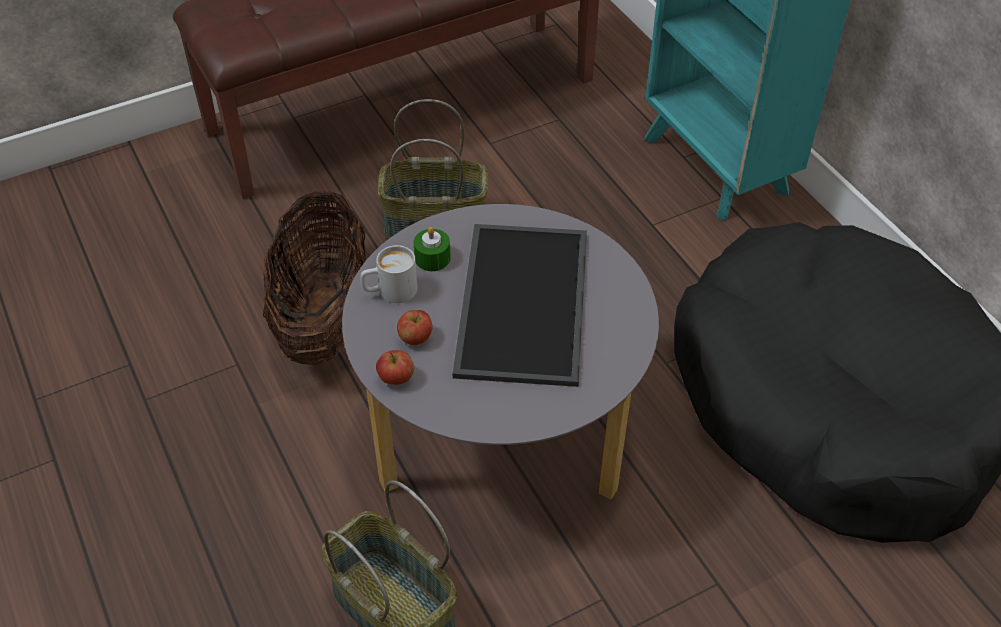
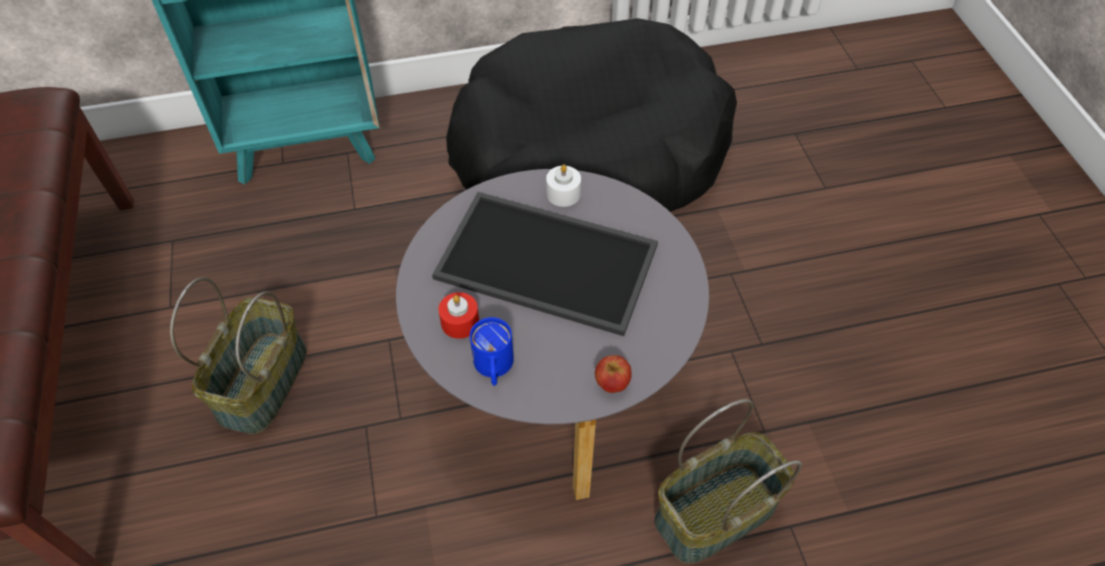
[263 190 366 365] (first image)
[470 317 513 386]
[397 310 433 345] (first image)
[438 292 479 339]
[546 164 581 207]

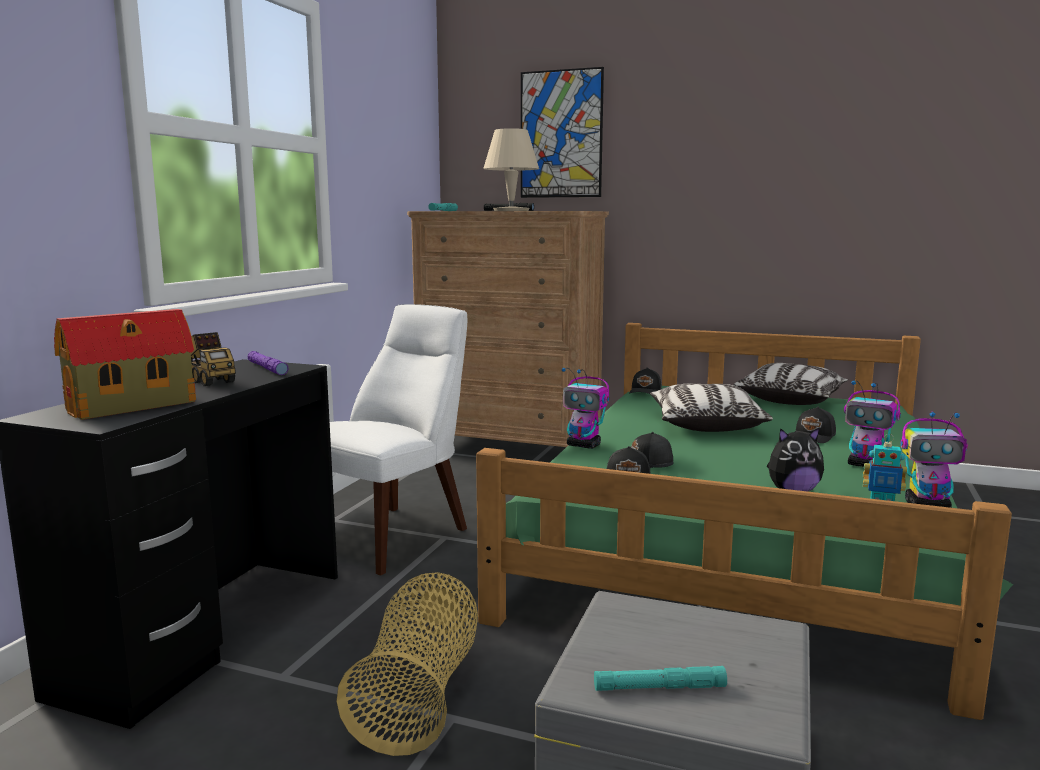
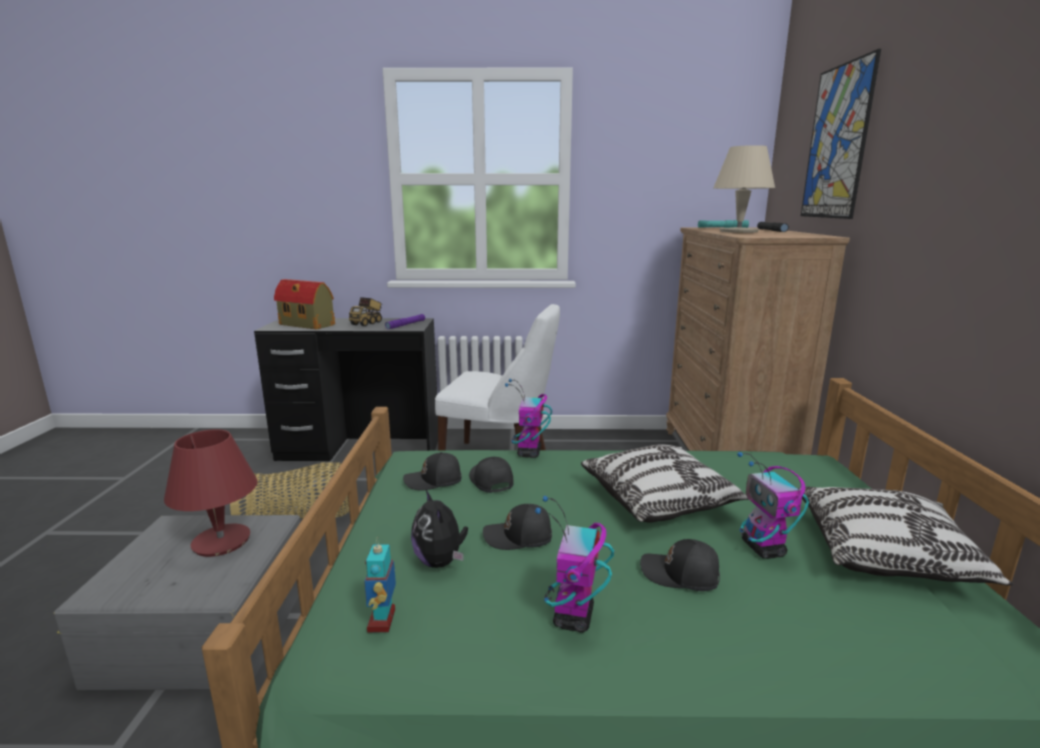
[594 666 727 691] (first image)
[483 504 552 550]
[737 452 809 559]
[164 429 257 557]

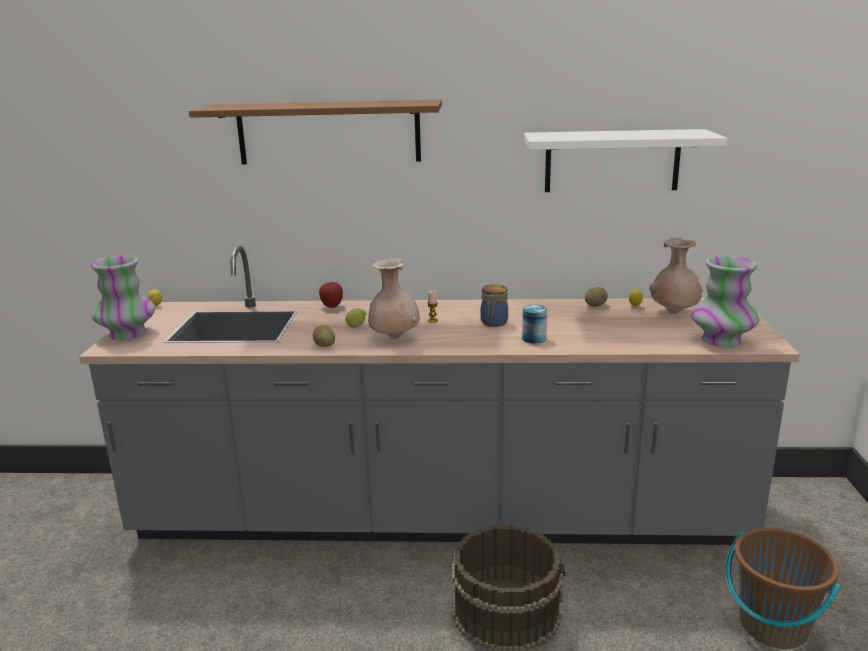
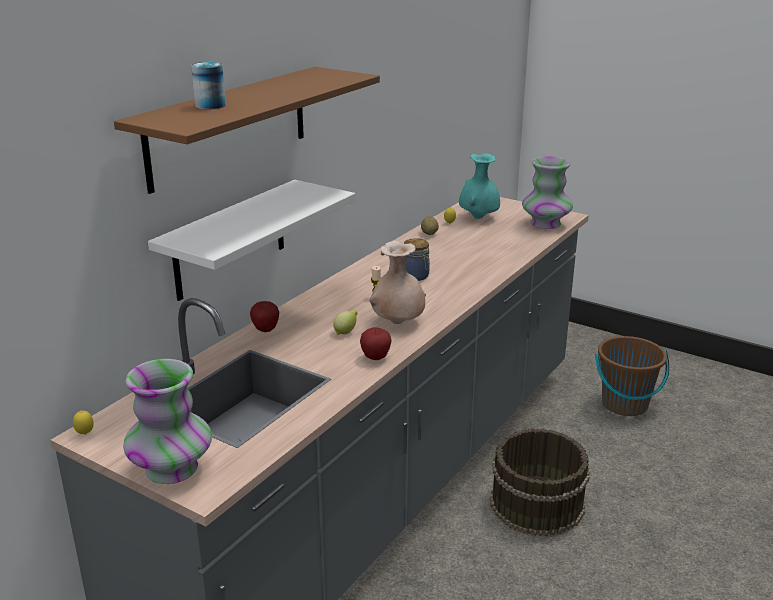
[360 327 391 360]
[191 62 226 109]
[148 180 356 301]
[459 154 500 219]

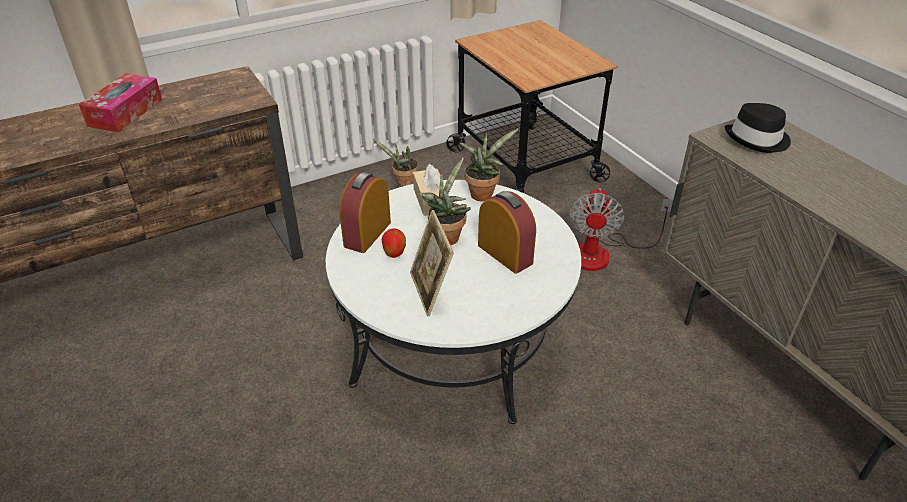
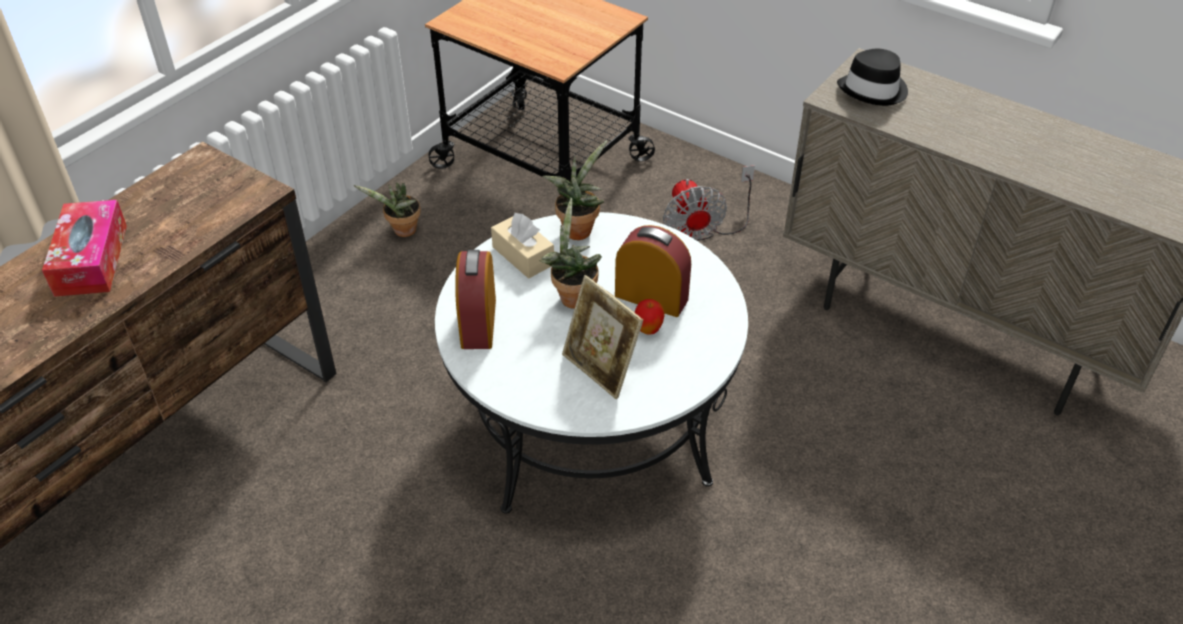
[635 299 665 335]

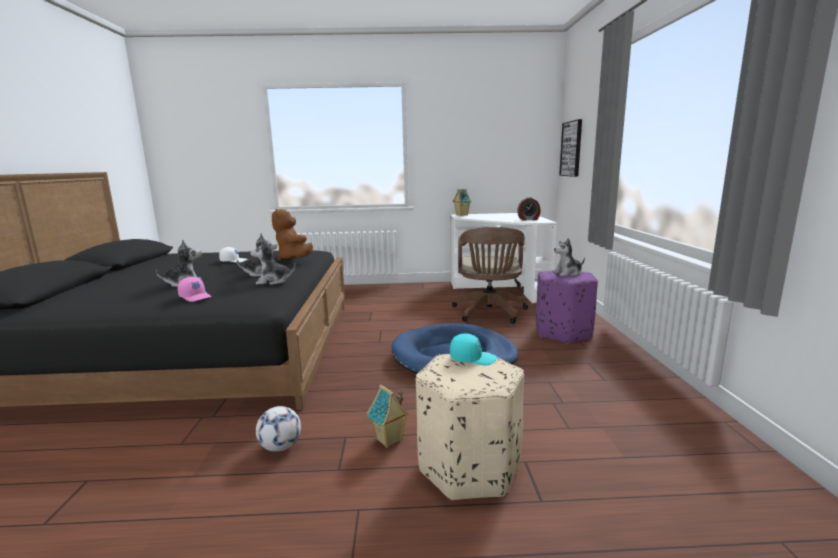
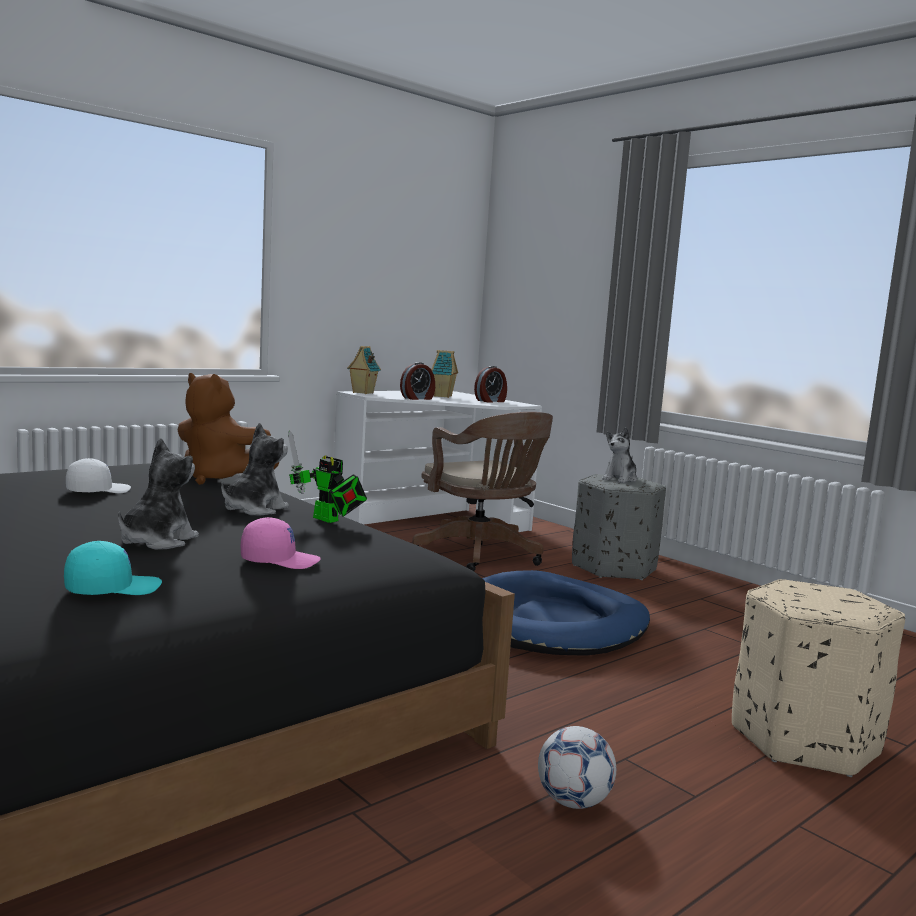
[288 430 367 523]
[431 350 458 398]
[64 541 162 595]
[572 474 666 580]
[559 119 582 177] (first image)
[400 362 435 400]

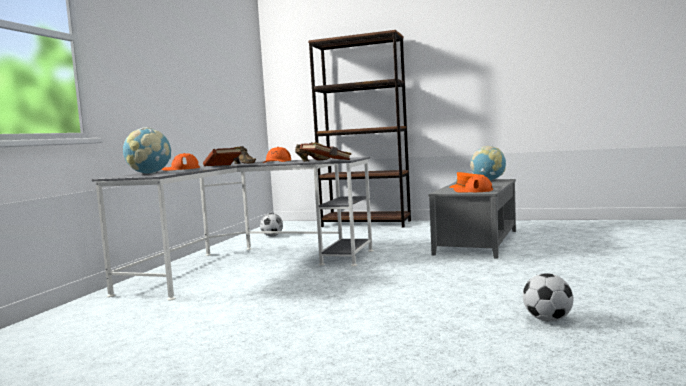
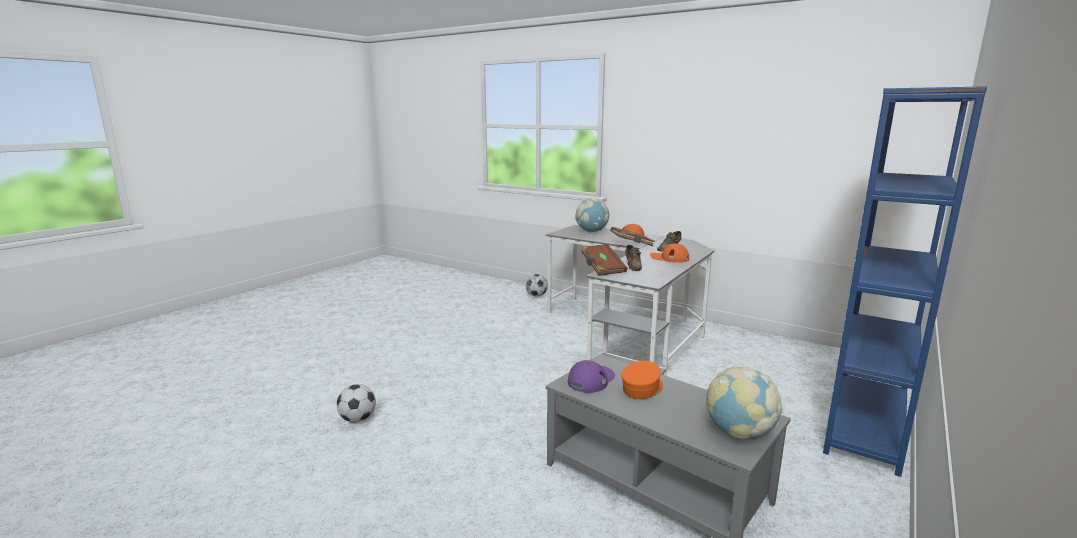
[526 274 548 297]
[823 86 987 477]
[568 360 615 393]

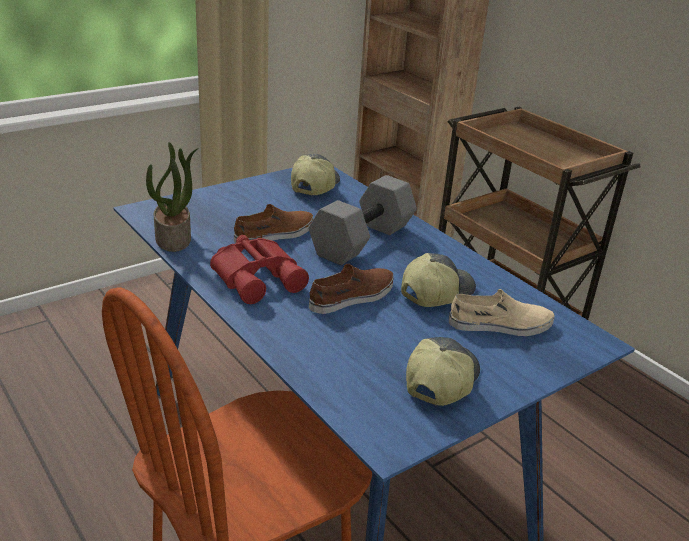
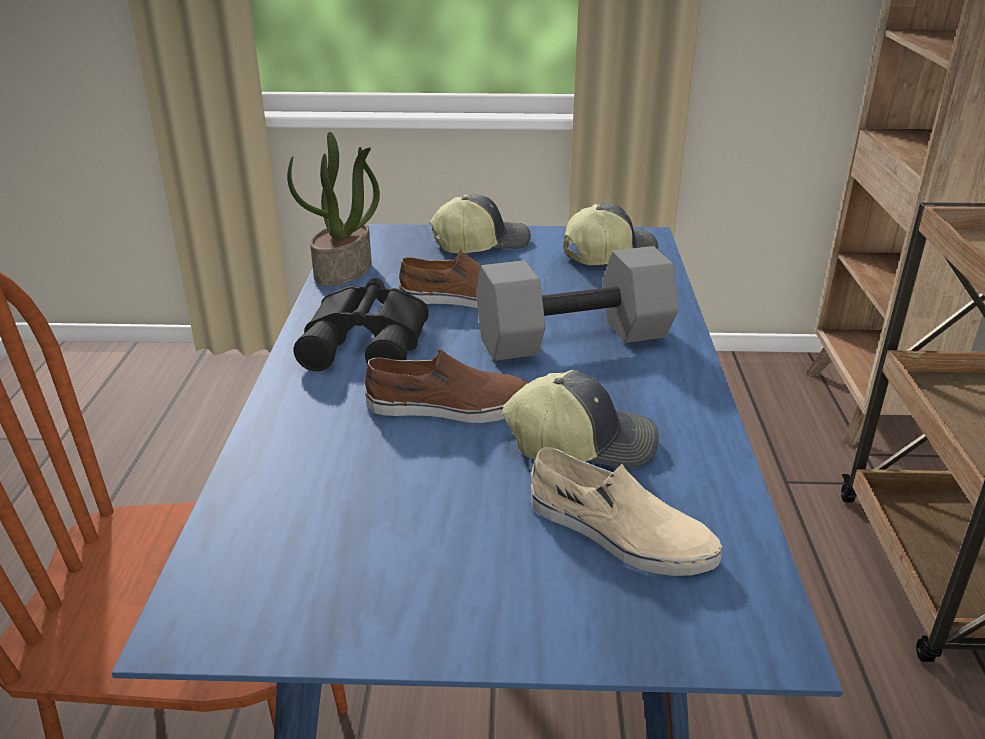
[294 278 429 371]
[430 194 531 253]

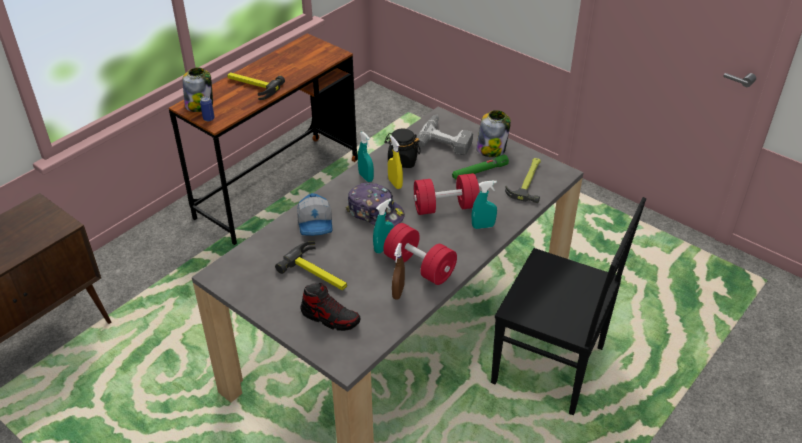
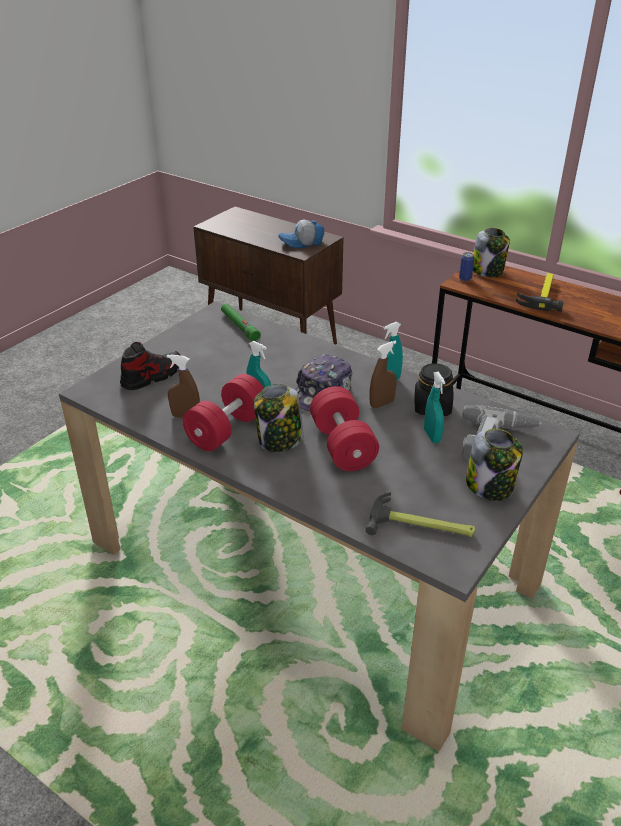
[275 241 347 290] (first image)
[278 219 324 249]
[120 342 180 390]
[370 341 397 408]
[221 304 261 342]
[424 372 446 443]
[491 197 646 415] (first image)
[254 384 303 452]

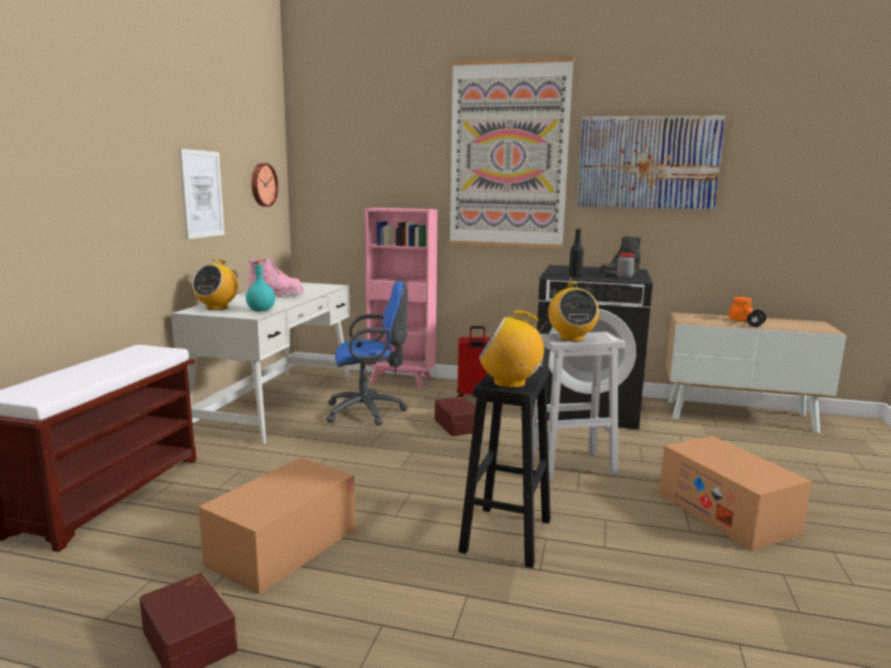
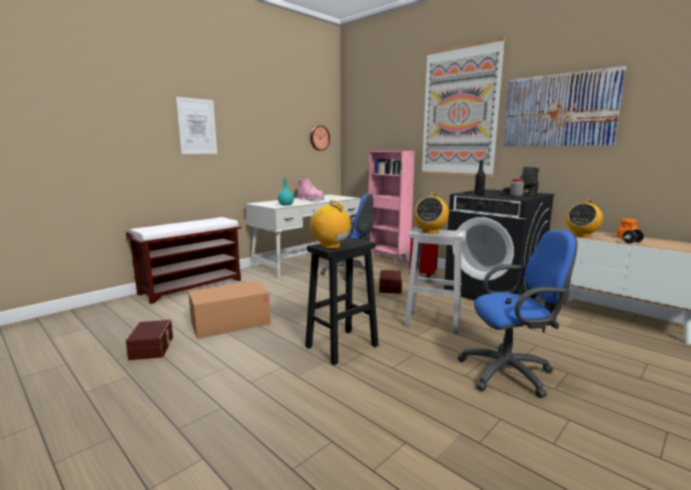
[176 97 217 154]
[566 199 603 237]
[458 230 578 398]

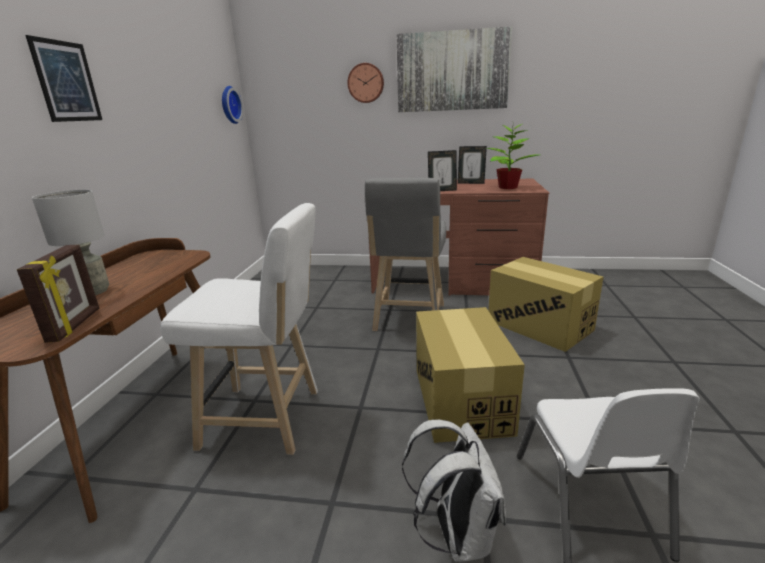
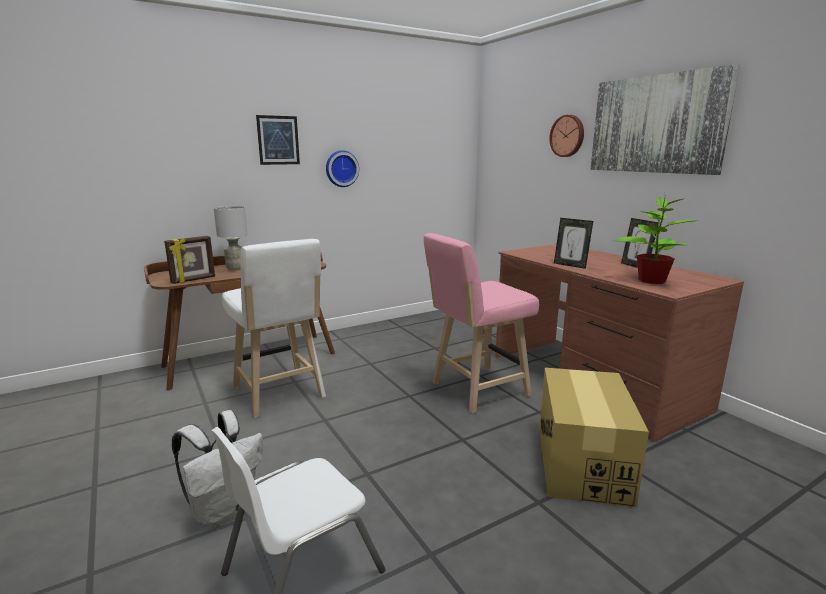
[326 150 359 187]
[424 233 539 414]
[416 307 525 443] (first image)

